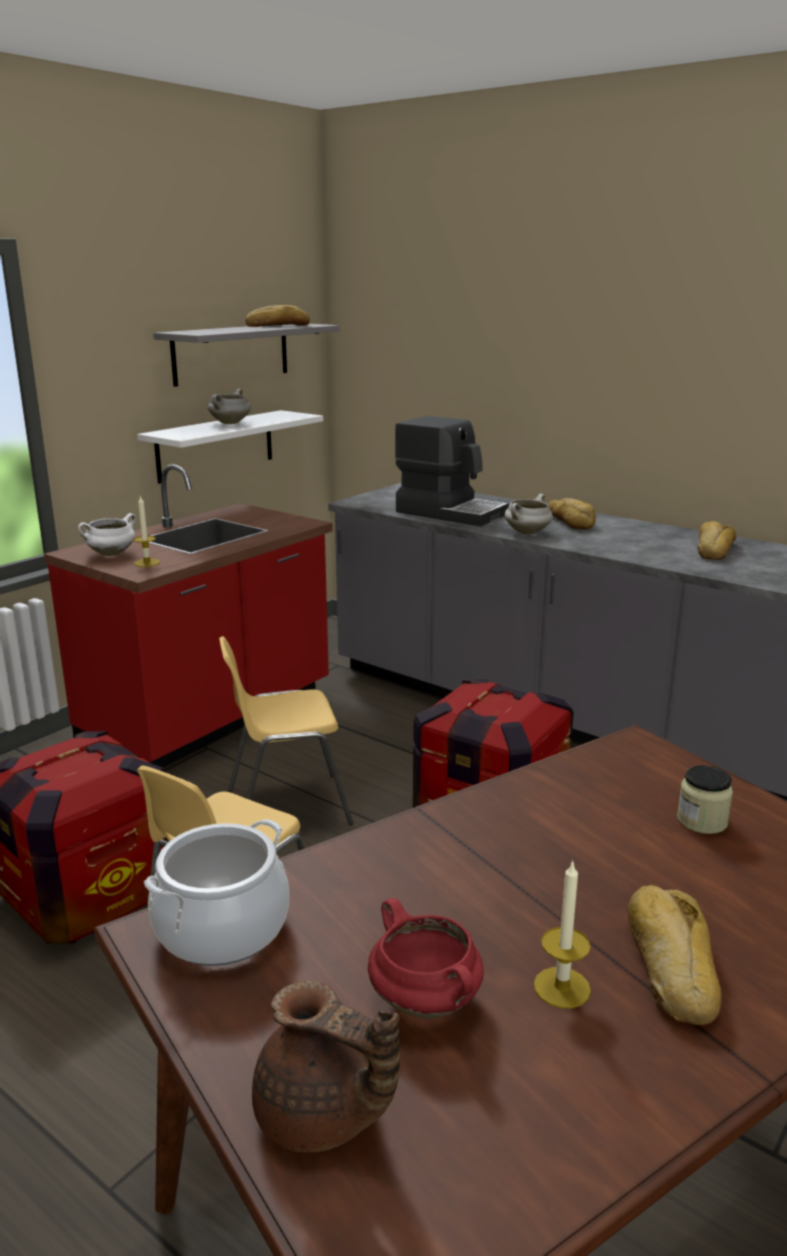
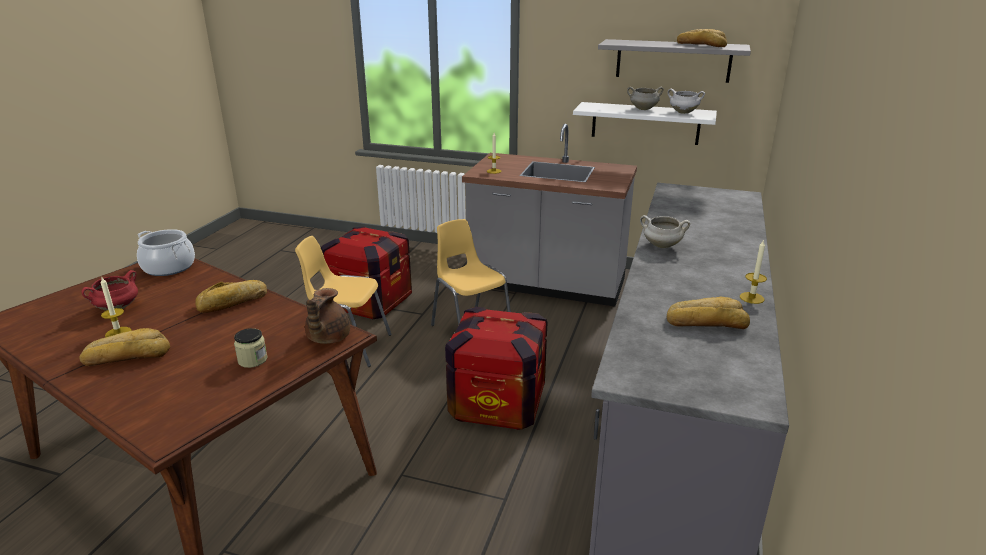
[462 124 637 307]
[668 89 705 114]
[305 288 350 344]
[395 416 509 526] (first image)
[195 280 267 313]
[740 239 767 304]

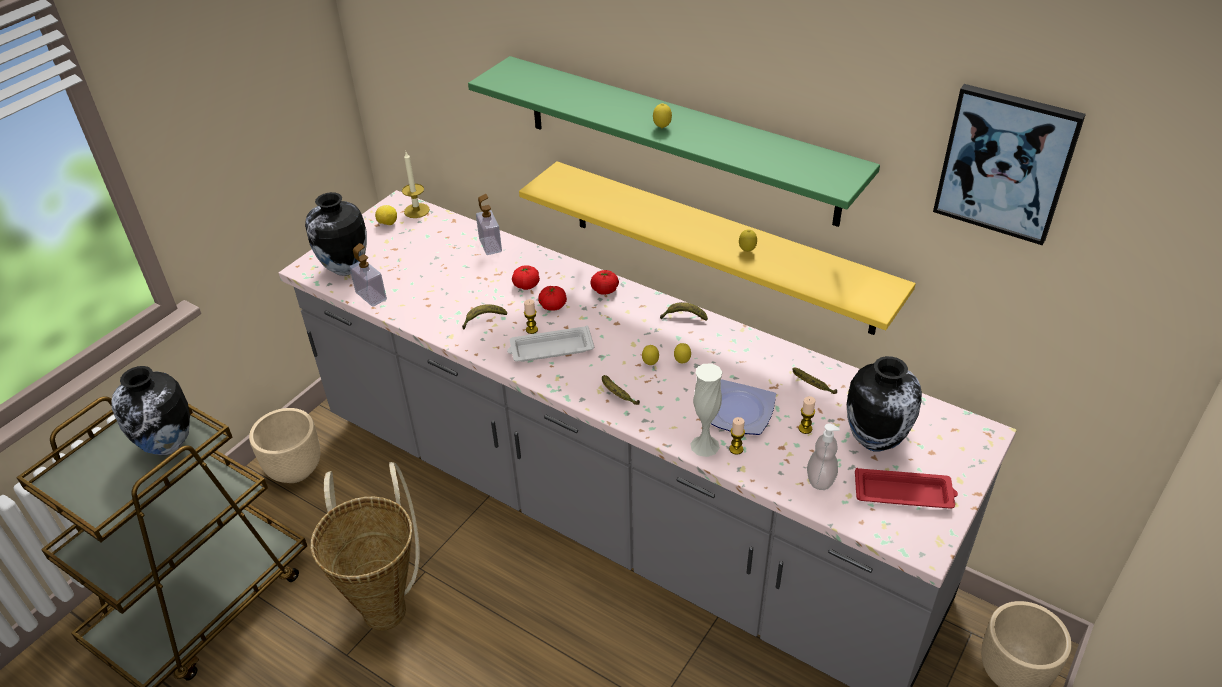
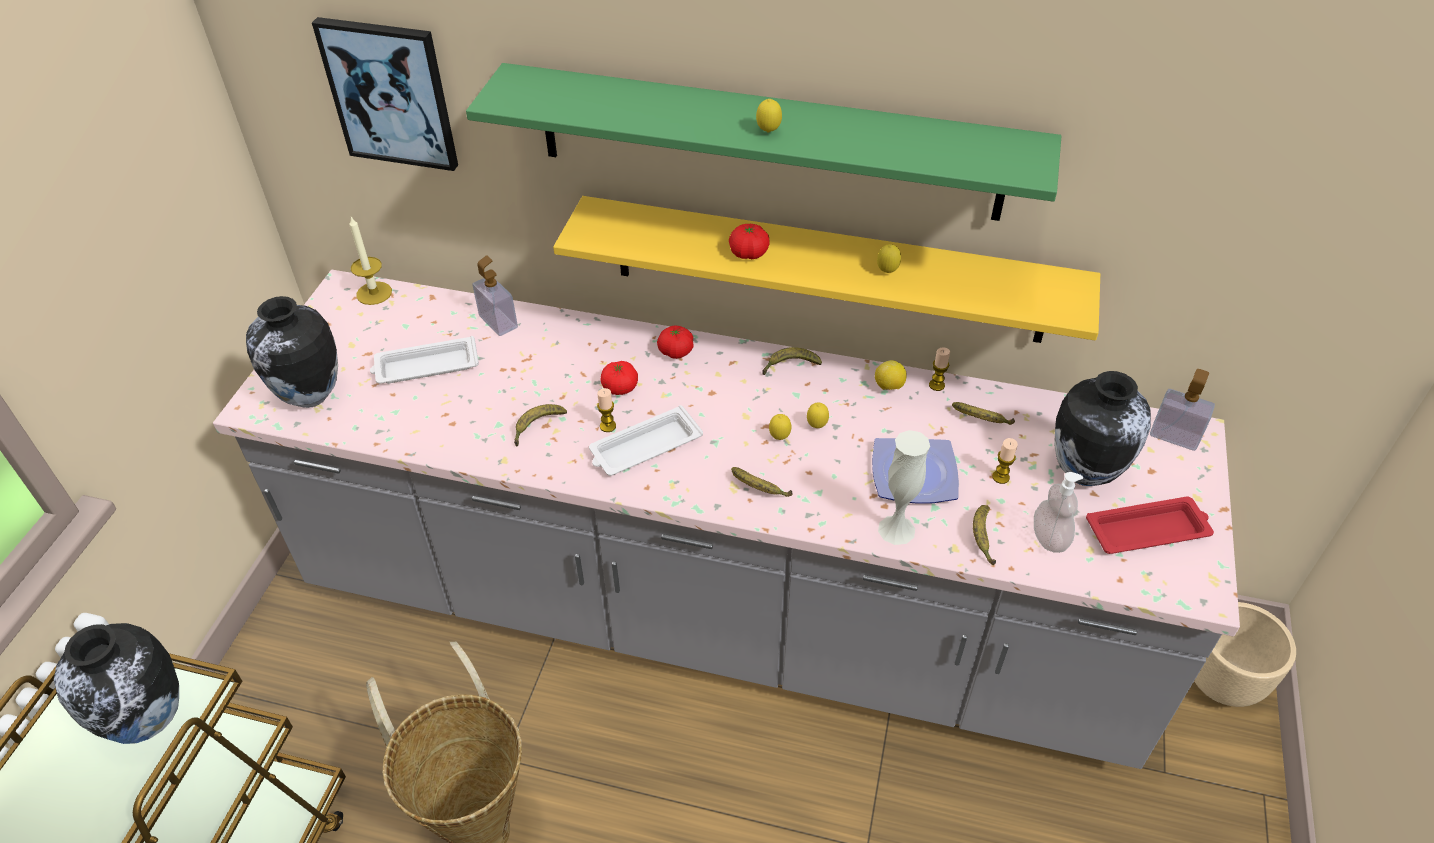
[249 408 320 483] (first image)
[1150 369 1215 451]
[875 360 907 390]
[729 224 770 259]
[929 348 950 391]
[312 17 458 171]
[370 336 479 384]
[973 505 996 565]

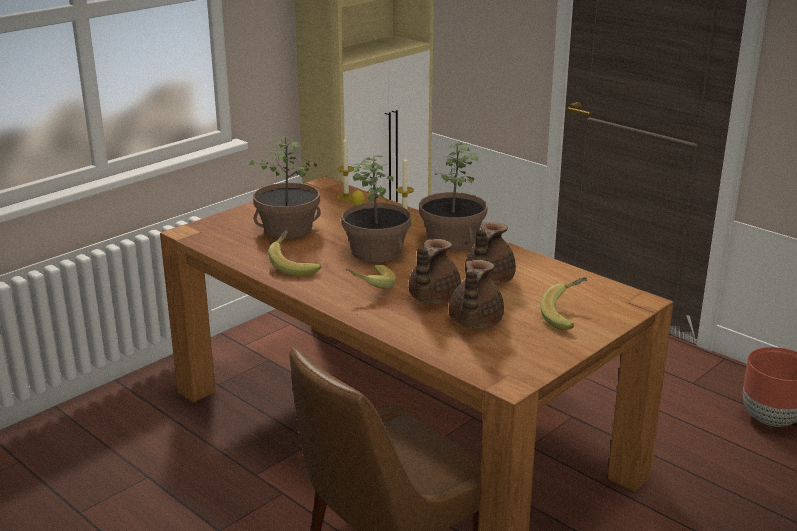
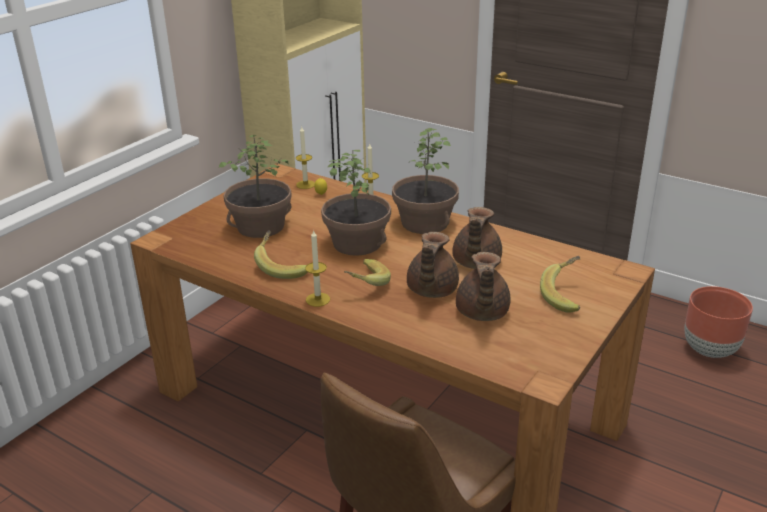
[305 229 330 307]

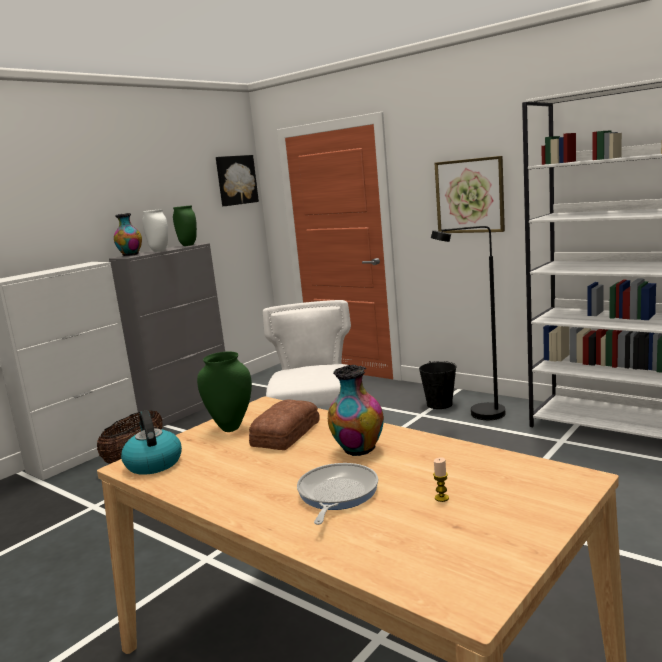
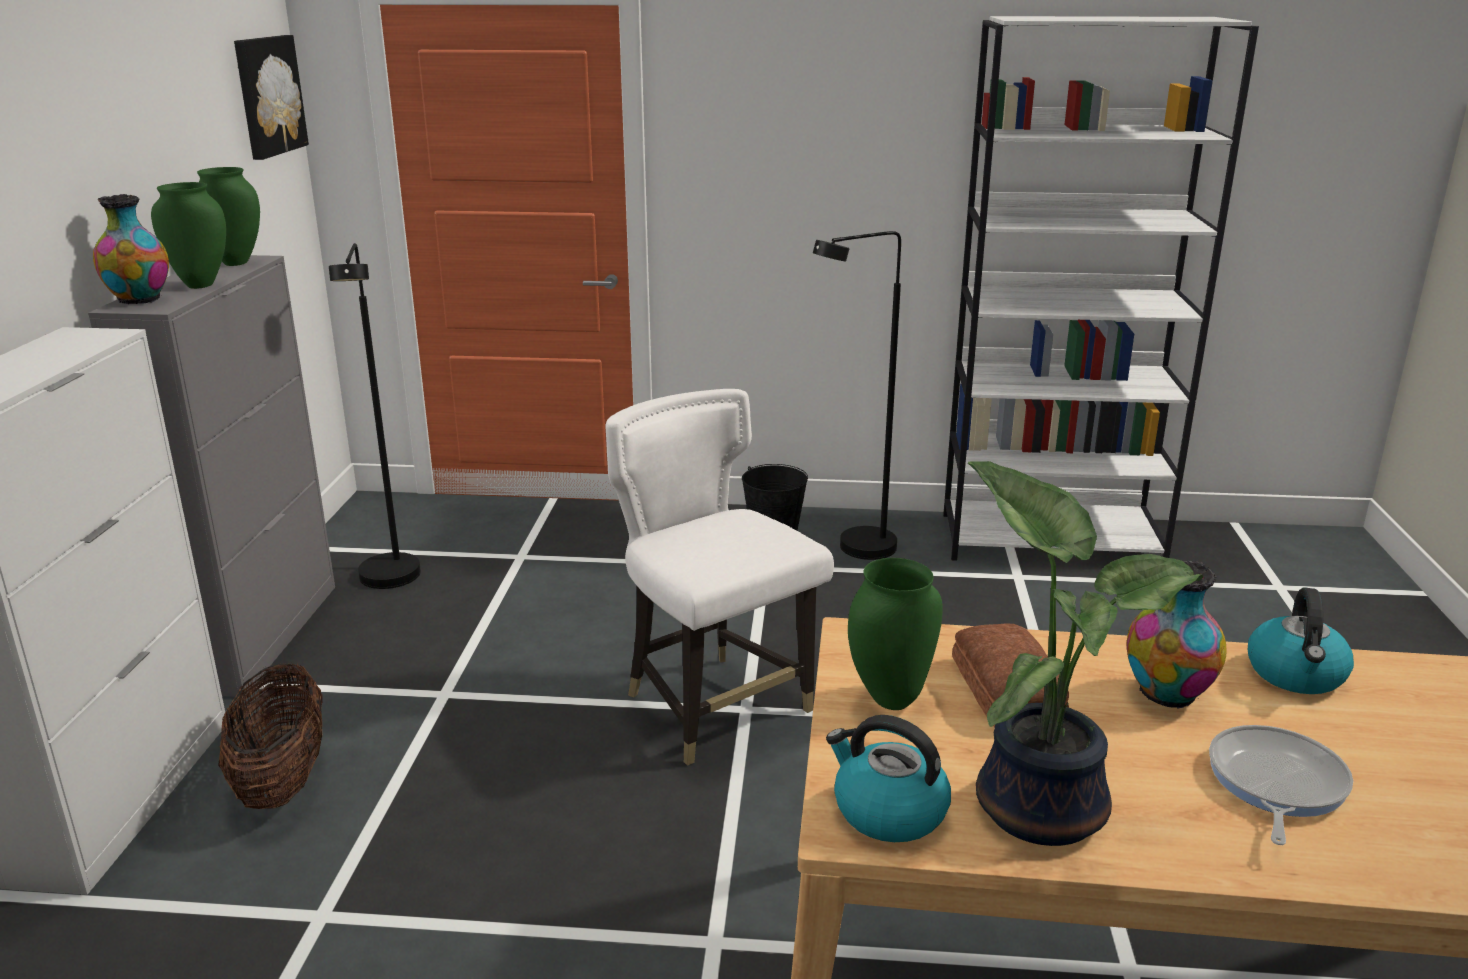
[151 182 226 289]
[1209 725 1353 845]
[433 457 449 502] (first image)
[434 156 505 233] (first image)
[329 243 421 589]
[968 461 1203 846]
[1248 587 1354 694]

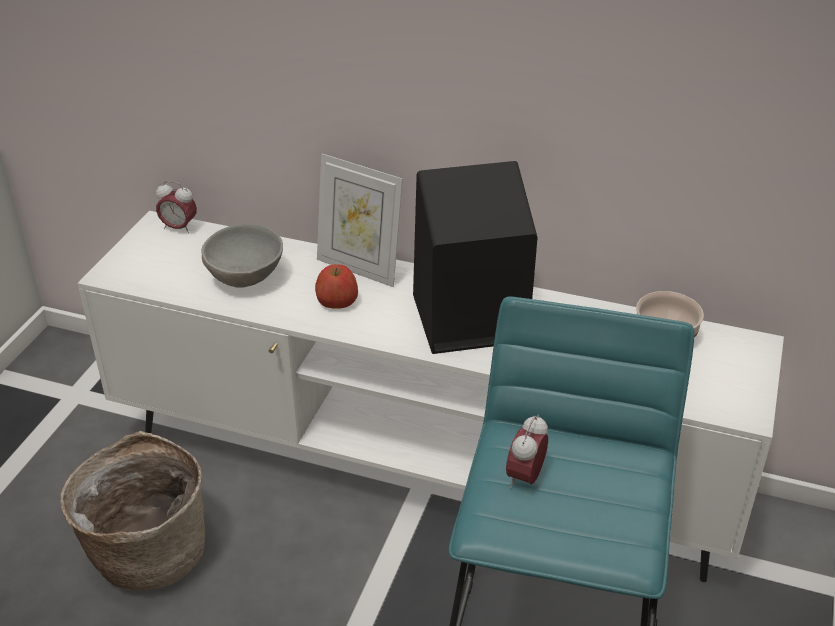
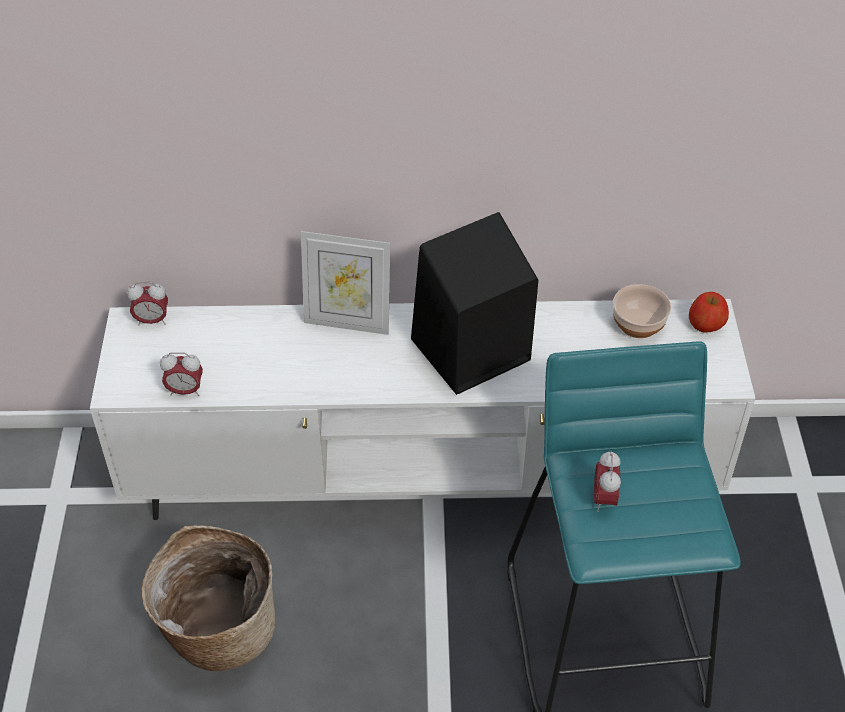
[202 224 283 288] (first image)
[689 292 729 333]
[160 352 203 396]

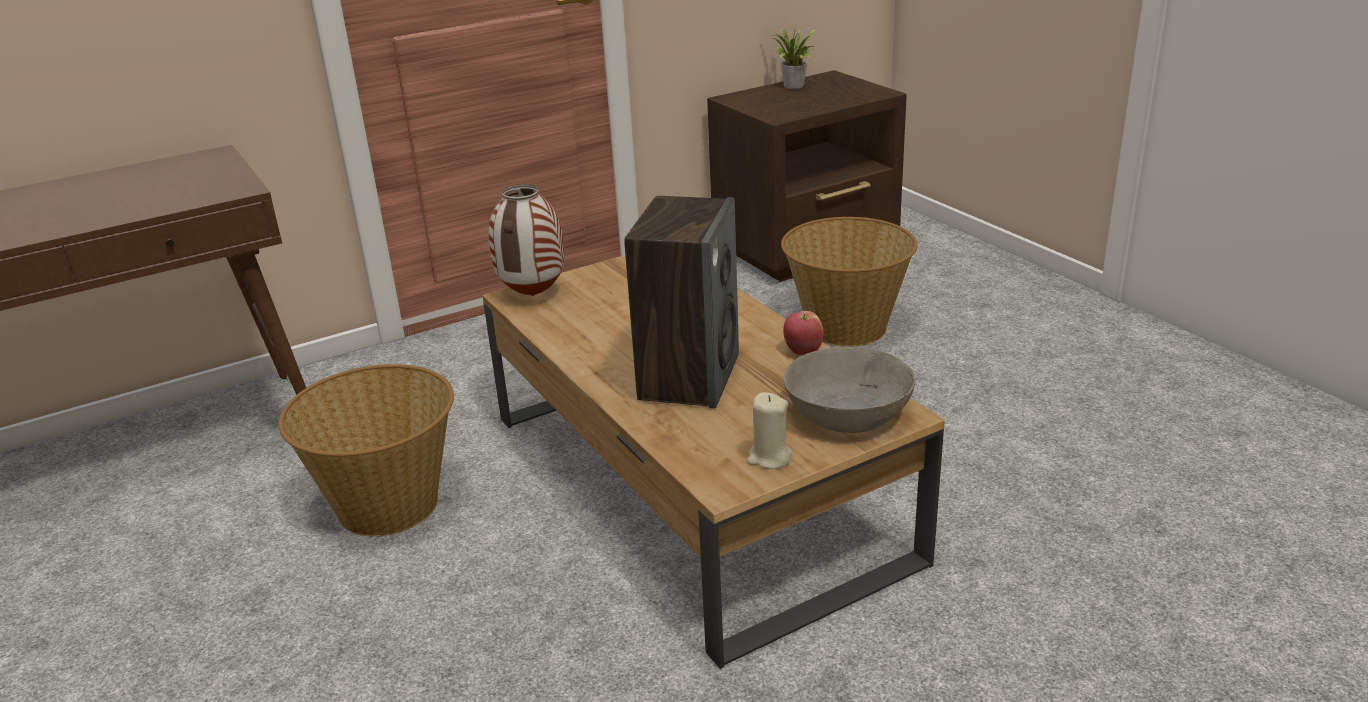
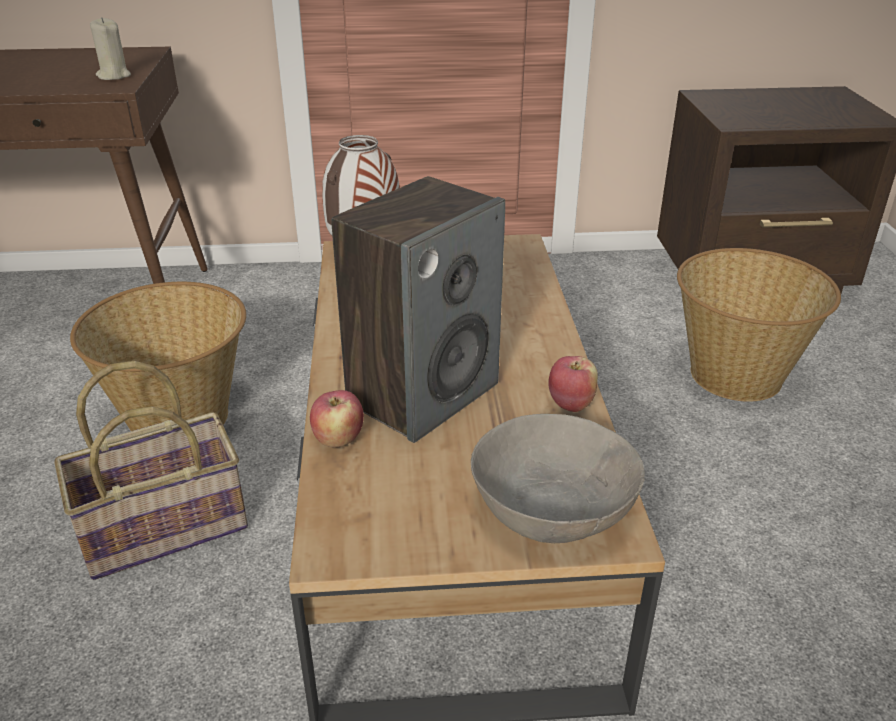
[90 17 131 80]
[768 25 816 89] (first image)
[54 361 248 580]
[310 390 364 447]

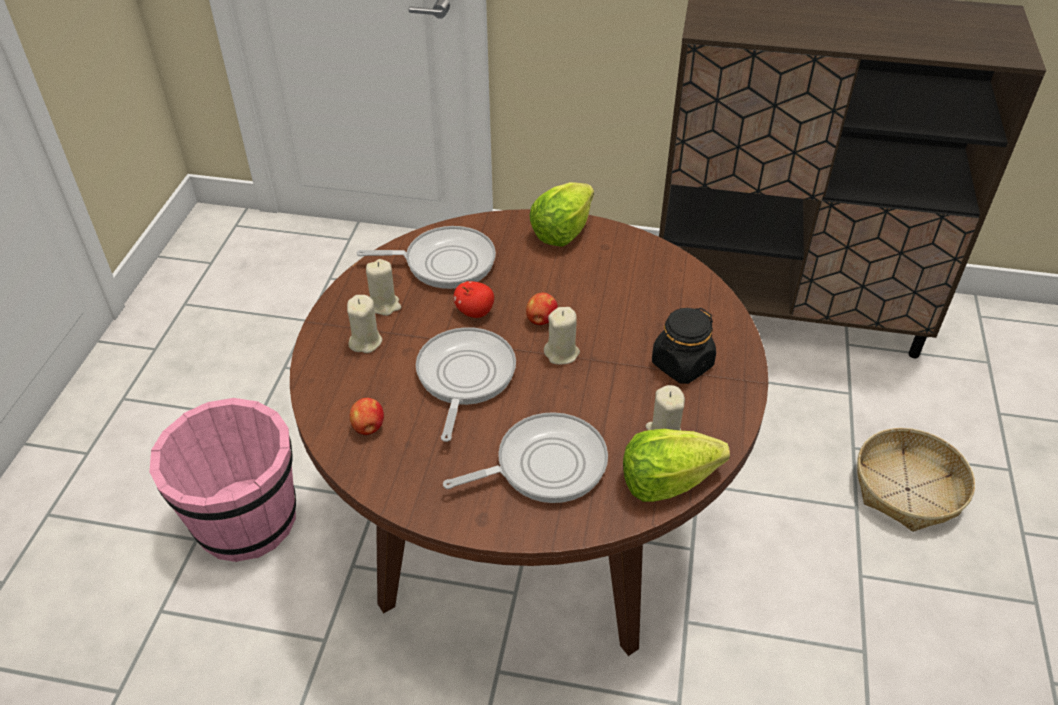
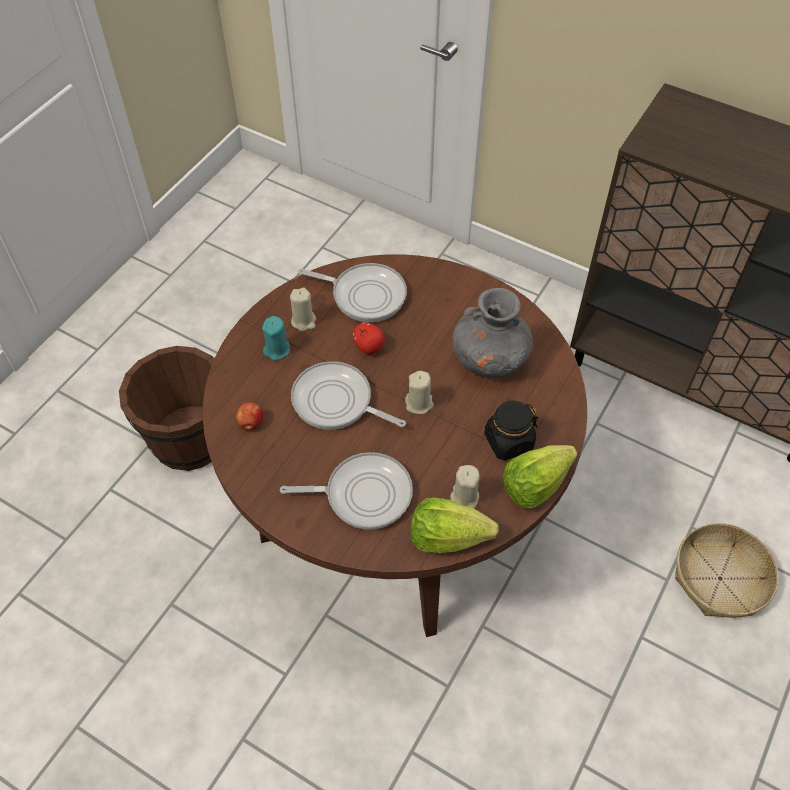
[119 346 214 471]
[262 316 290 361]
[291 361 406 430]
[526 293 558 325] (first image)
[503 445 577 508]
[453 288 533 378]

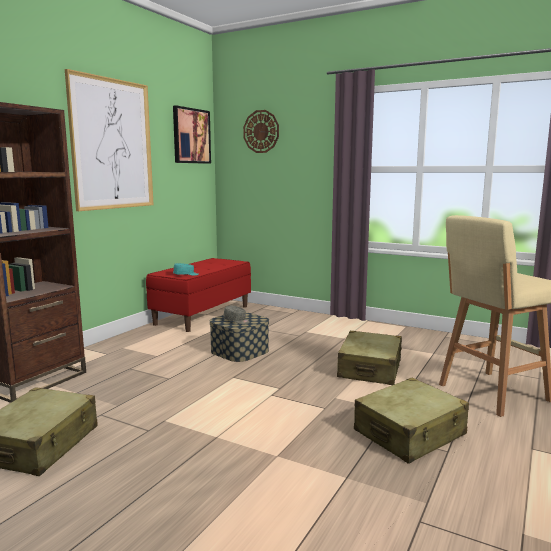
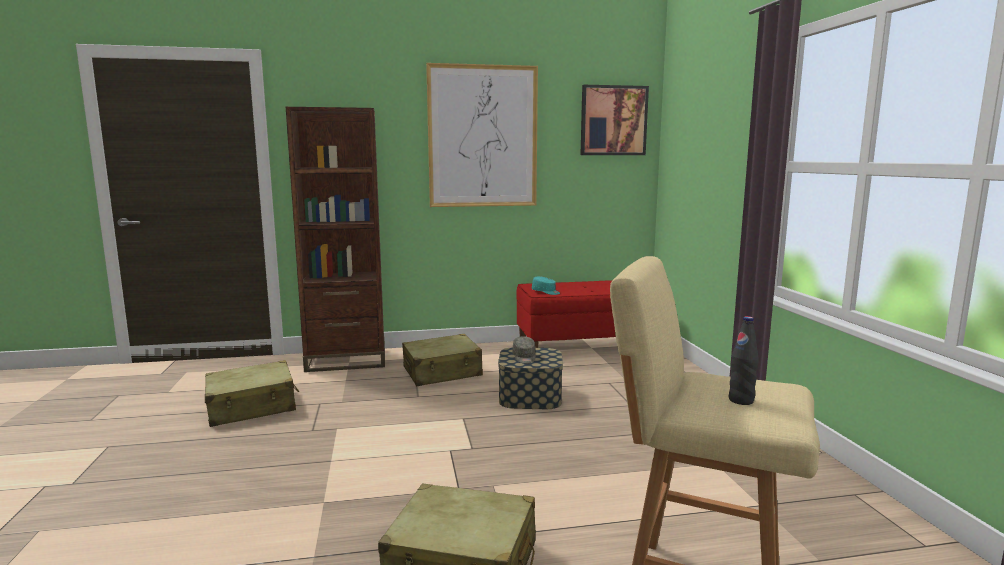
[243 110 279 153] (first image)
[402 334 483 386]
[729 316 759 405]

